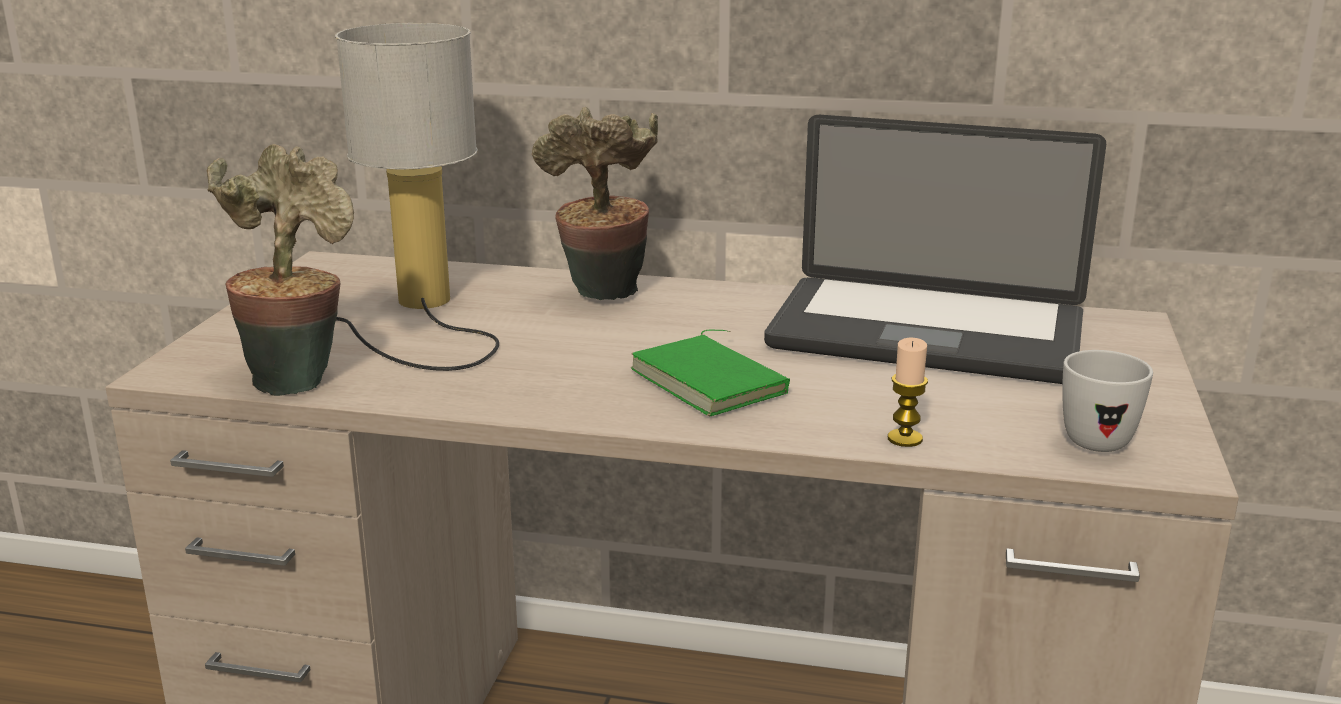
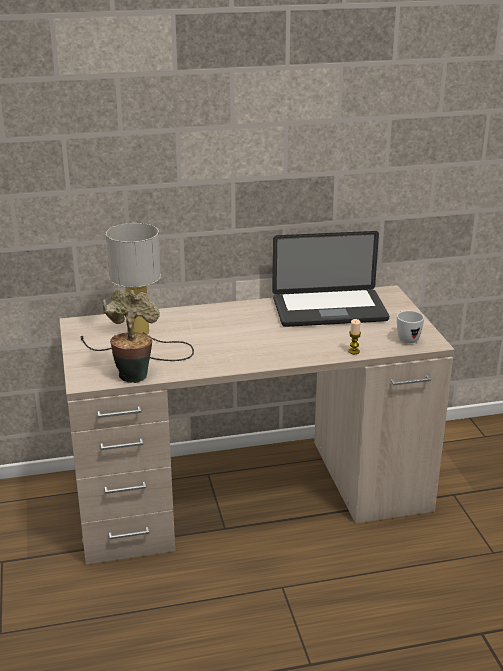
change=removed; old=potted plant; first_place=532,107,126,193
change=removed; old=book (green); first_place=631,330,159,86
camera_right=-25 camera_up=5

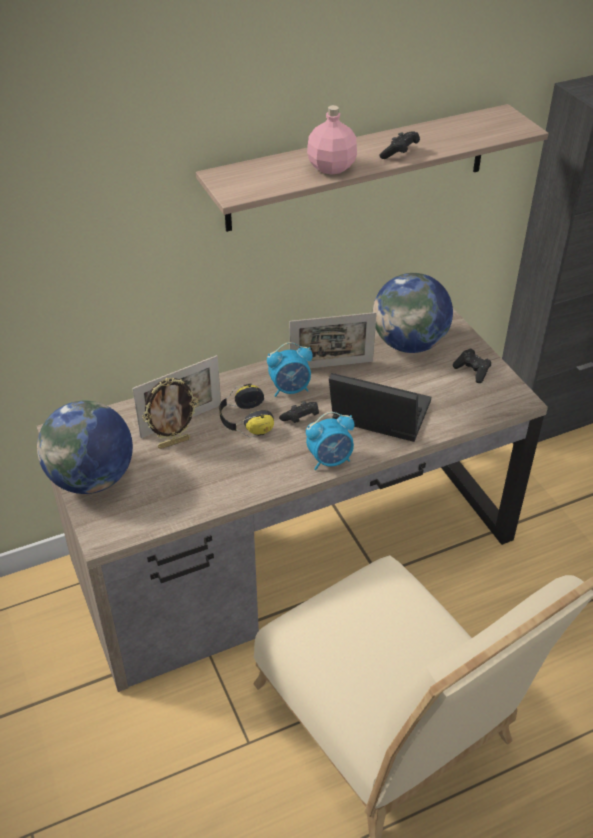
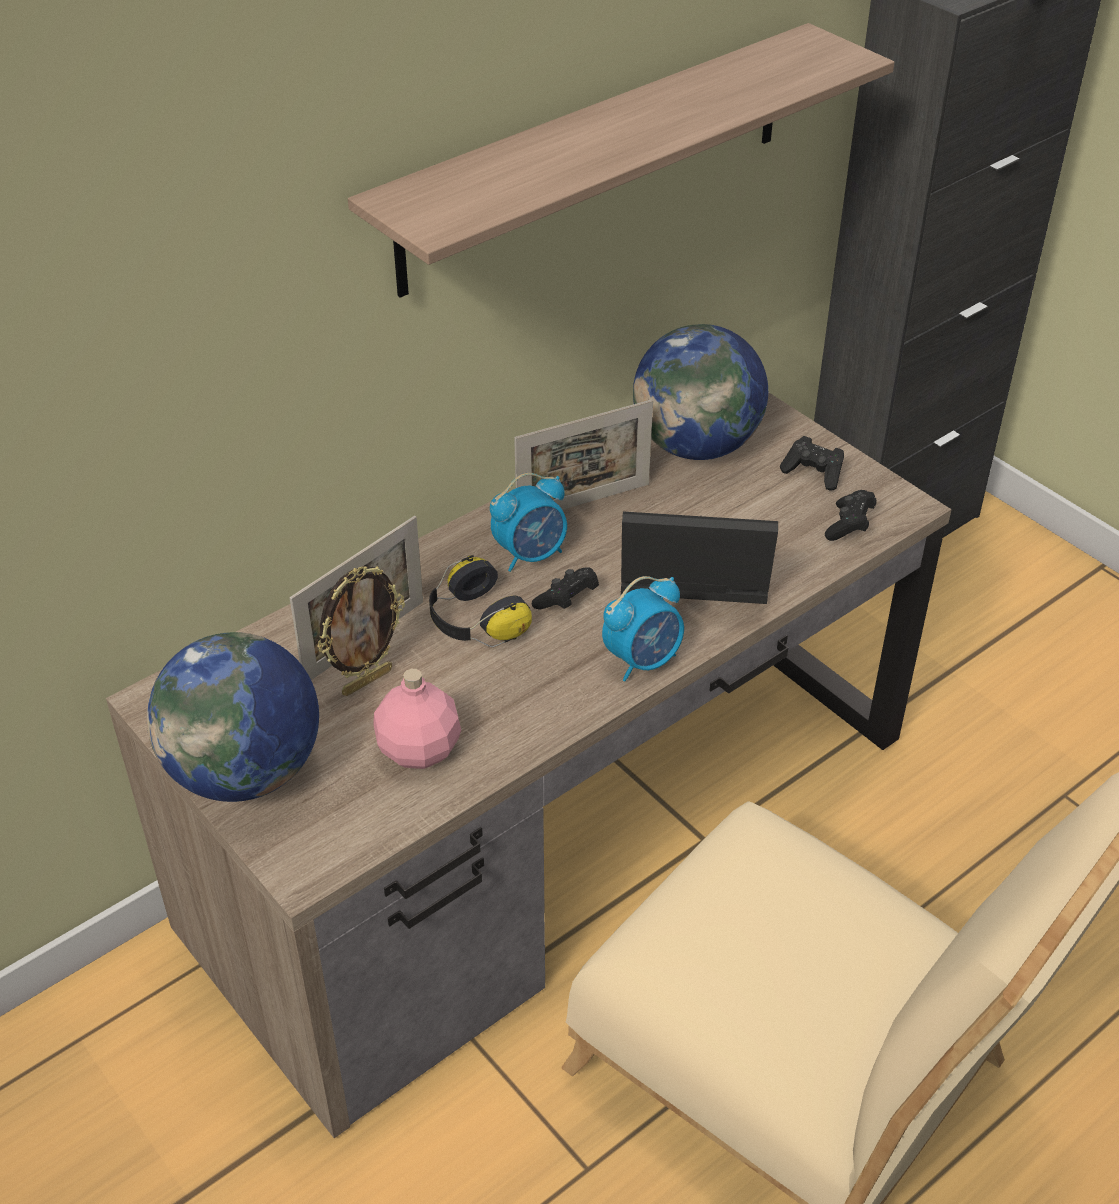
change=moved; old=bottle (pink); first_place=307,105,50,70; second_place=373,669,88,100
change=moved; old=game controller (black); first_place=379,131,41,28; second_place=825,490,52,51
camera_right=-15 camera_up=0

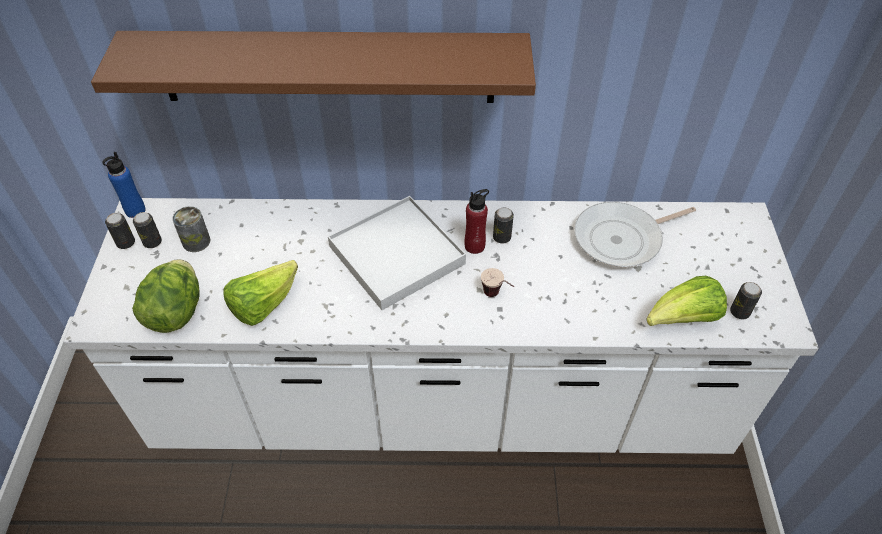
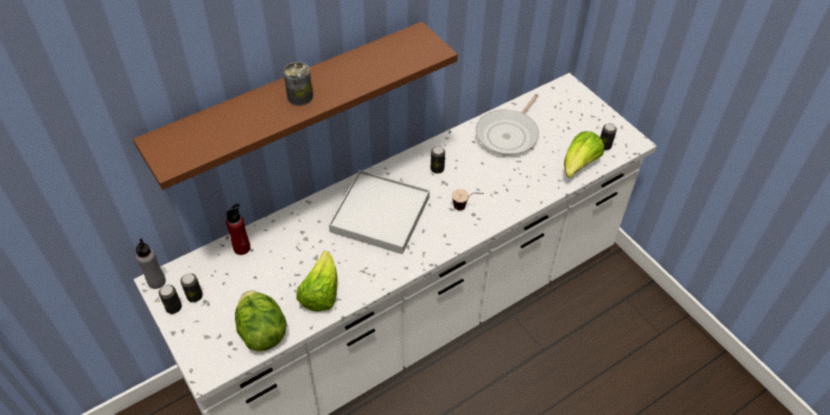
change=moved; old=can; first_place=172,206,38,46; second_place=283,62,30,44
change=moved; old=bottle (red); first_place=465,189,24,65; second_place=226,204,24,51
change=recoloured; old=bottle (blue); new=bottle (grey); first_place=102,152,44,66; second_place=136,238,30,51
camera_right=-35 camera_up=0

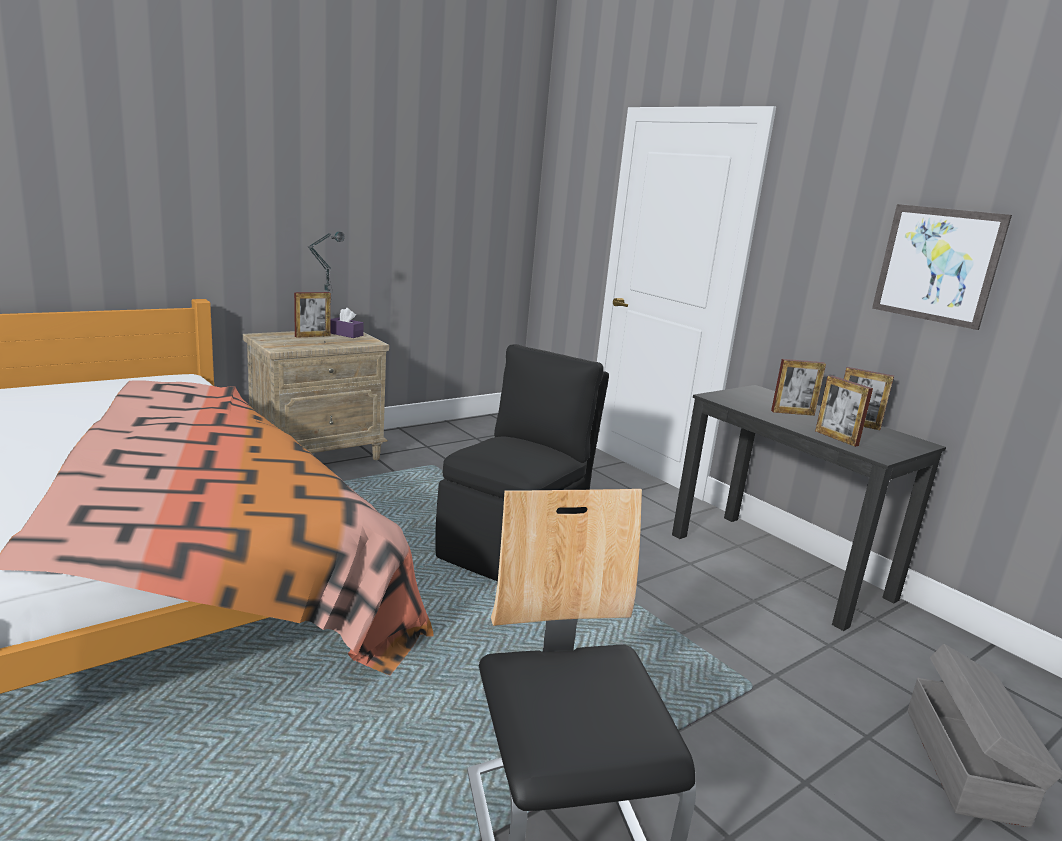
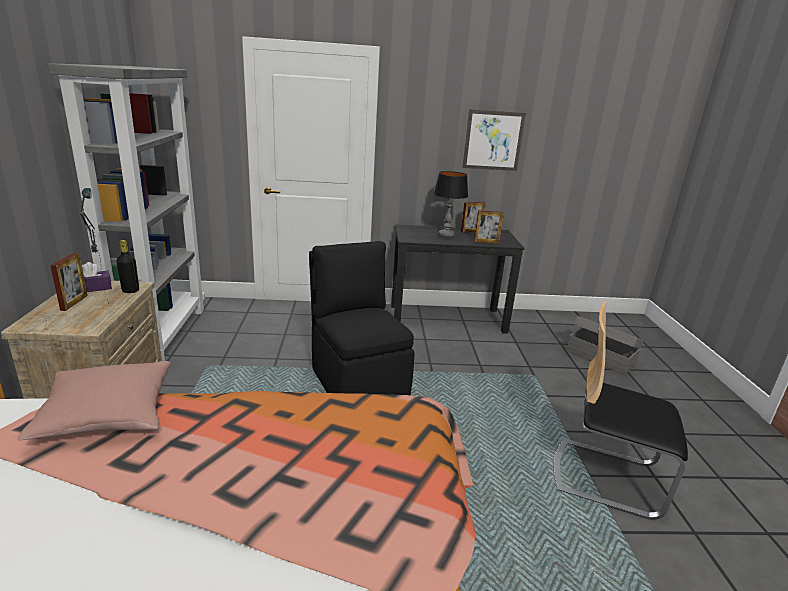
change=added; new=pillow (pink); second_place=17,361,154,79
change=added; new=bookcase (grey); second_place=48,63,157,298
change=added; new=bottle (black); second_place=116,240,23,53
change=replaced; old=picture frame; new=table lamp; first_place=771,359,55,57; second_place=434,171,34,66
camera_right=-55 camera_up=5

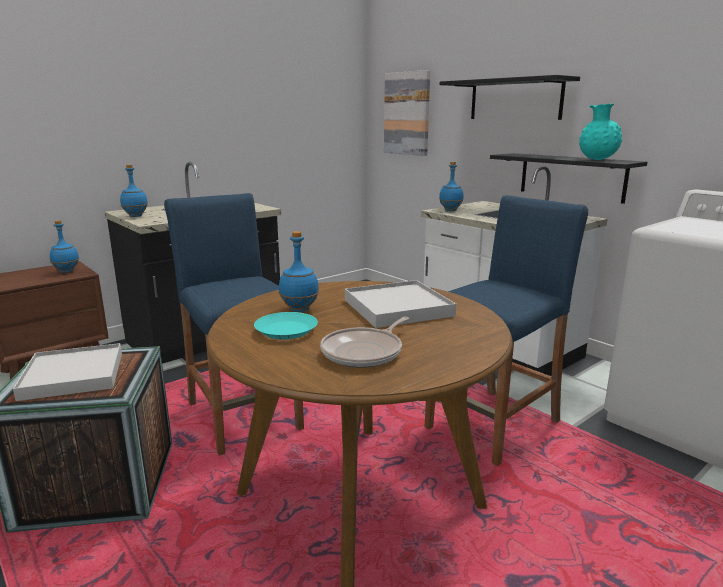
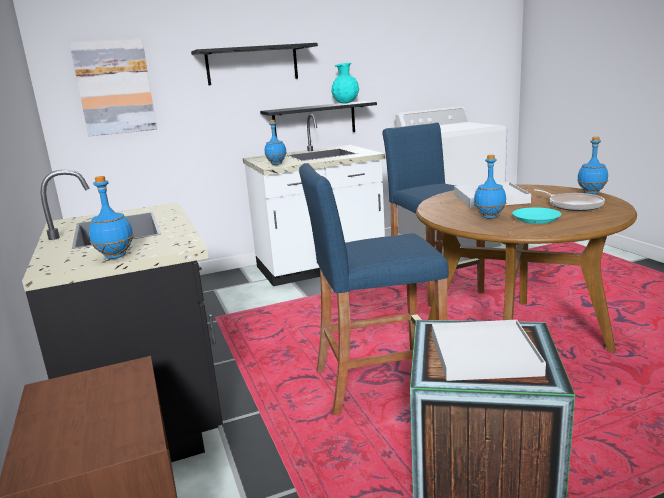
change=moved; old=bottle (blue); first_place=50,220,29,53; second_place=577,137,31,57
camera_right=-70 camera_up=0

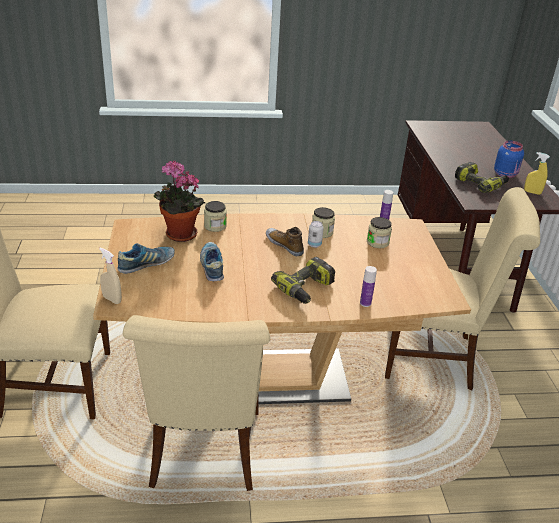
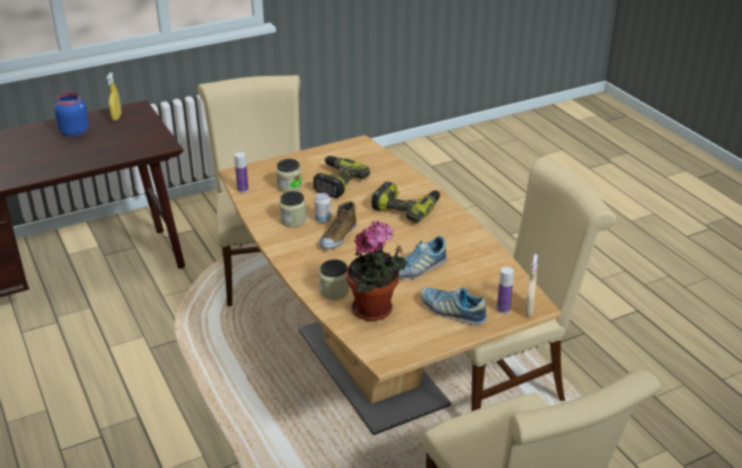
change=moved; old=bottle; first_place=360,266,17,41; second_place=497,267,17,47
change=moved; old=power drill; first_place=455,162,54,31; second_place=313,156,57,42
camera_right=-110 camera_up=0

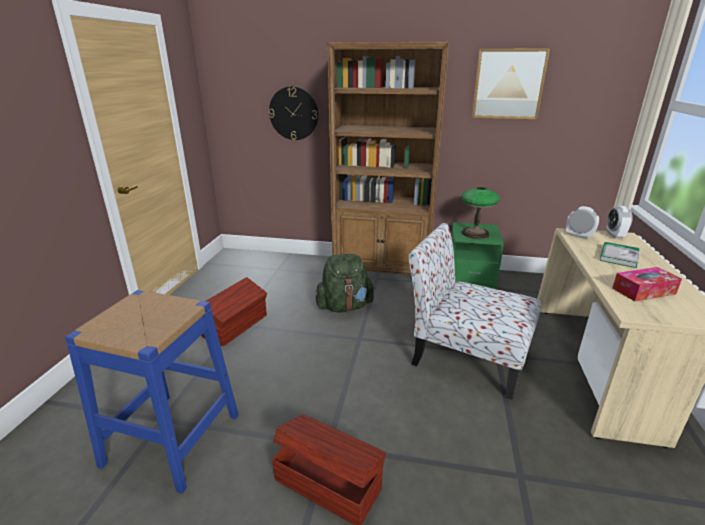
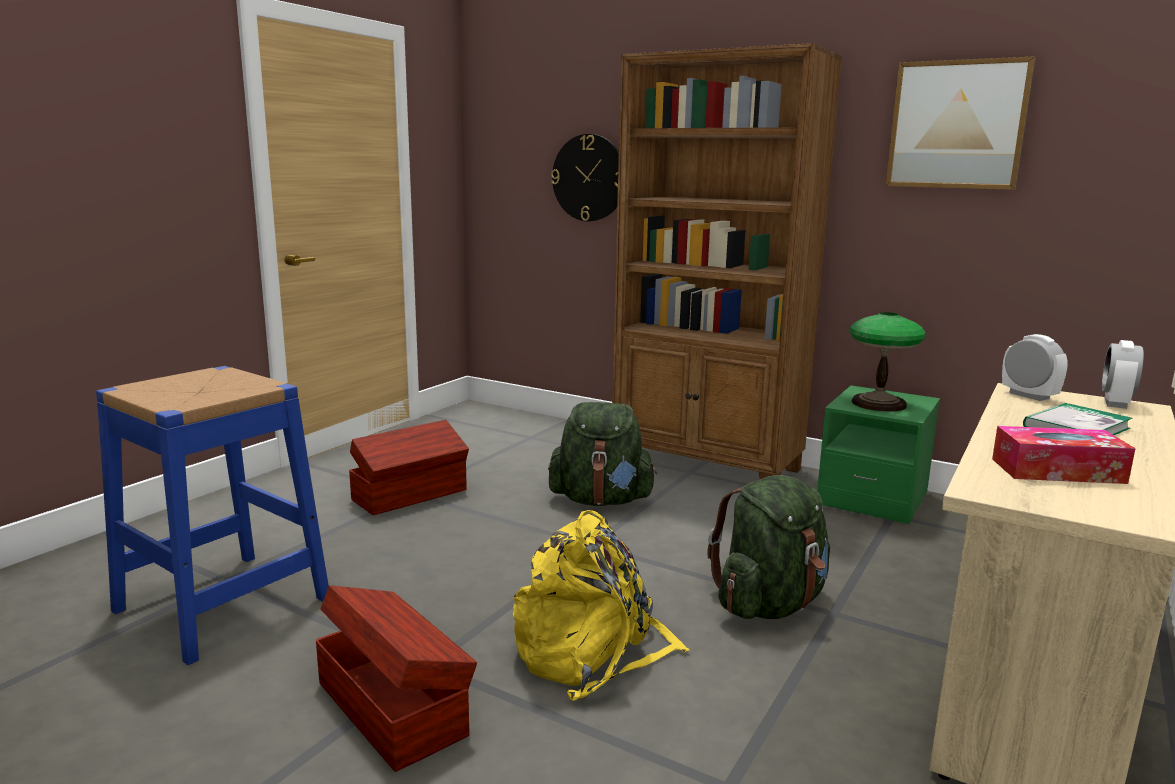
change=added; new=backpack (yellow); second_place=513,510,177,191
change=replaced; old=chair; new=backpack (green); first_place=409,223,132,177; second_place=707,475,123,144
camera_right=20 camera_up=-10

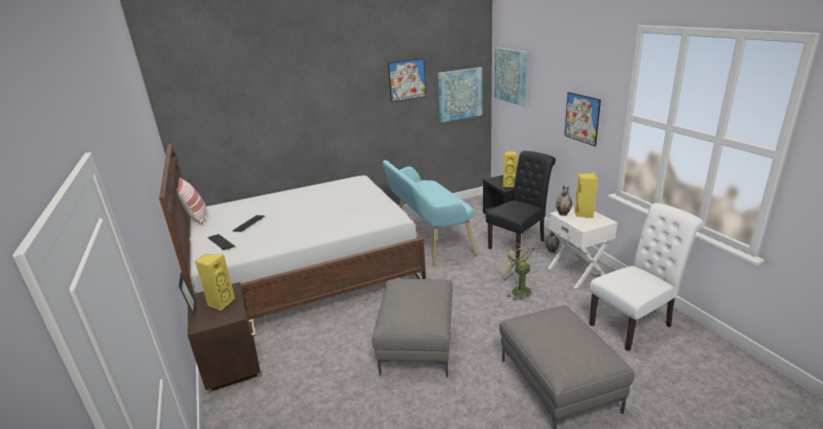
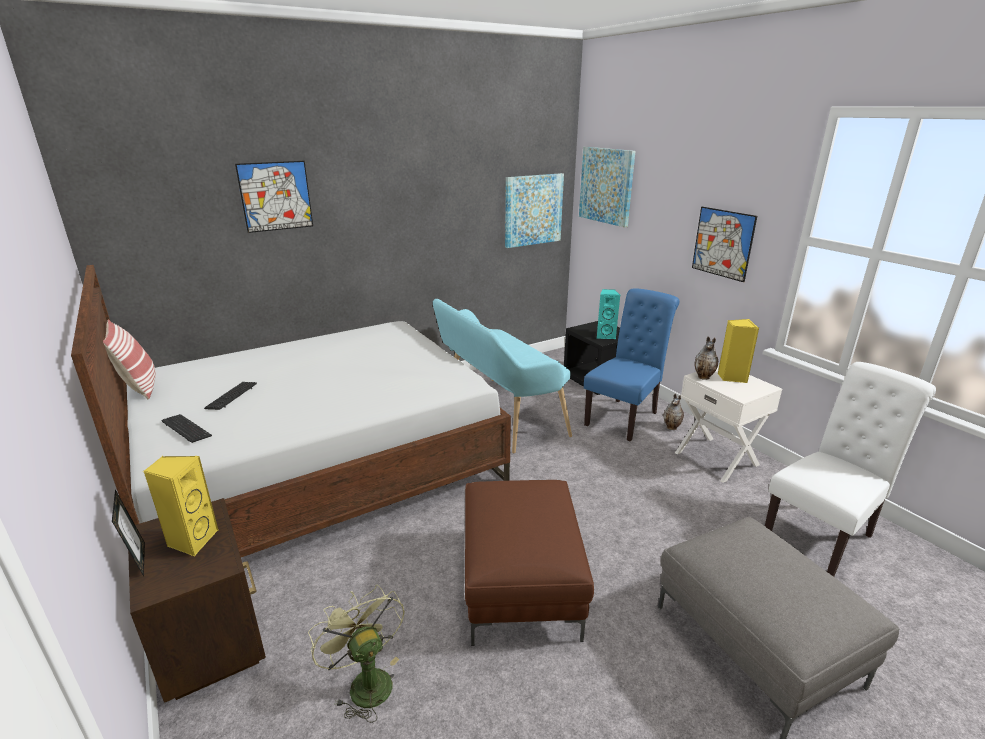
change=moved; old=picture; first_place=388,58,38,44; second_place=235,161,78,72
change=moved; old=fan (green); first_place=497,243,40,59; second_place=308,584,97,139
change=recoloured; old=ottoman (grey); new=ottoman (brown); first_place=372,279,81,98; second_place=465,480,129,166
change=recoloured; old=chair (black); new=chair (blue); first_place=486,151,70,109; second_place=584,288,95,154
change=recoloured; old=speaker (yellow); new=speaker (turquoise); first_place=503,151,15,36; second_place=597,289,23,50
camera_right=-10 camera_up=0

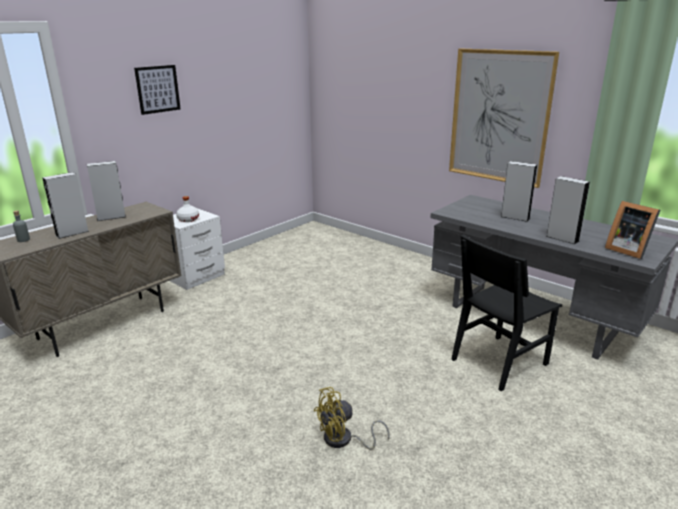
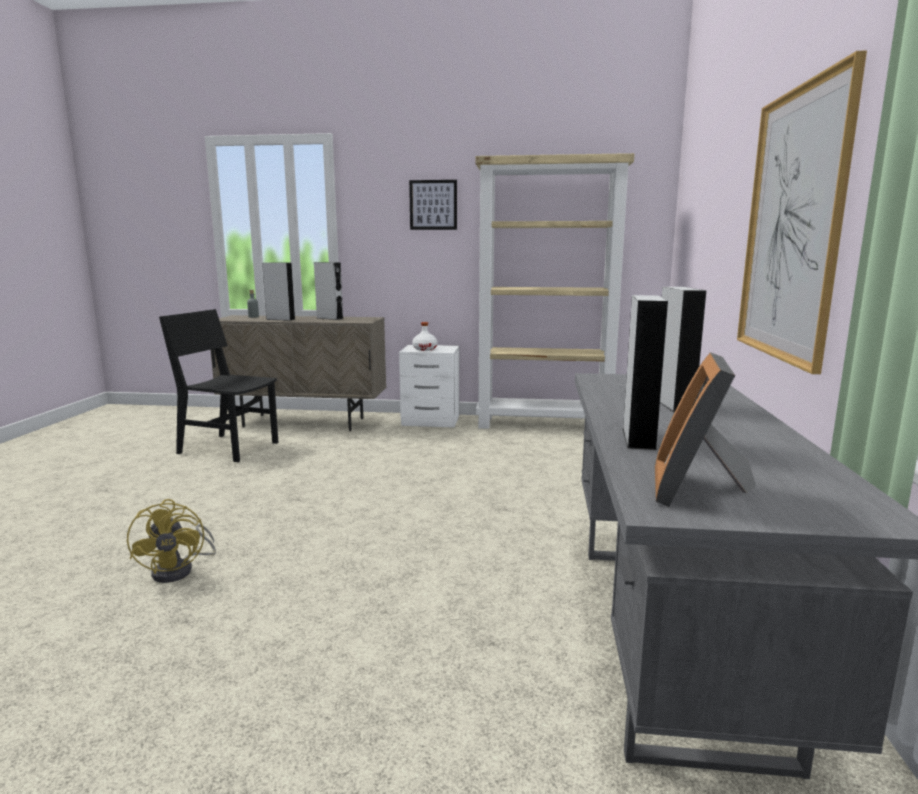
change=added; new=bookcase (beige); second_place=475,153,160,276
change=moved; old=chair (black); first_place=451,234,111,157; second_place=159,309,119,153
change=turned; old=fan (yellow); first_place=314,387,75,62; second_place=127,499,89,84; degrees=-135
camera_right=55 camera_up=-10

